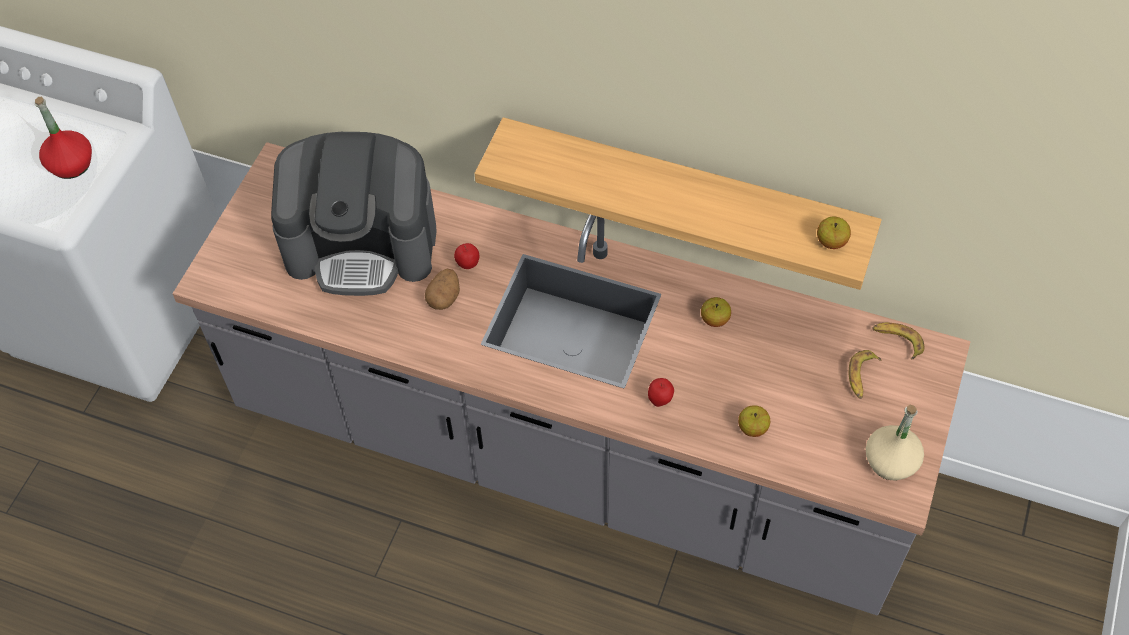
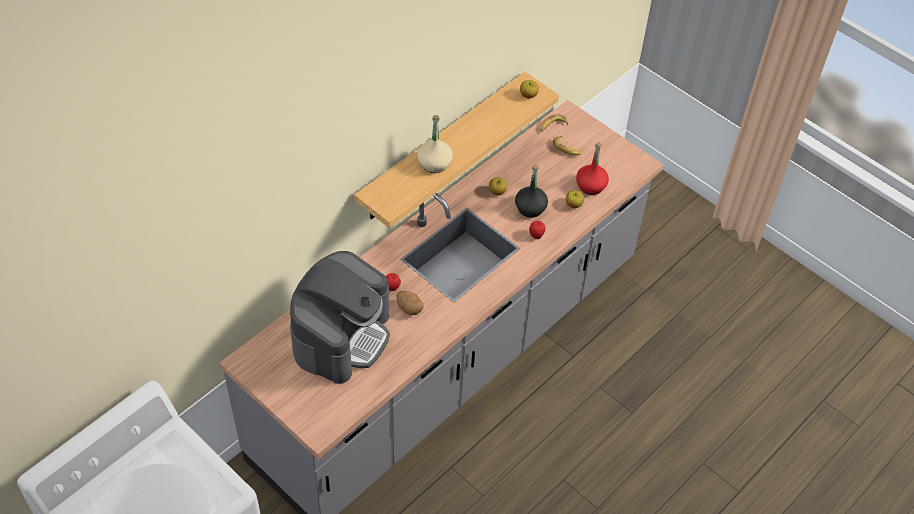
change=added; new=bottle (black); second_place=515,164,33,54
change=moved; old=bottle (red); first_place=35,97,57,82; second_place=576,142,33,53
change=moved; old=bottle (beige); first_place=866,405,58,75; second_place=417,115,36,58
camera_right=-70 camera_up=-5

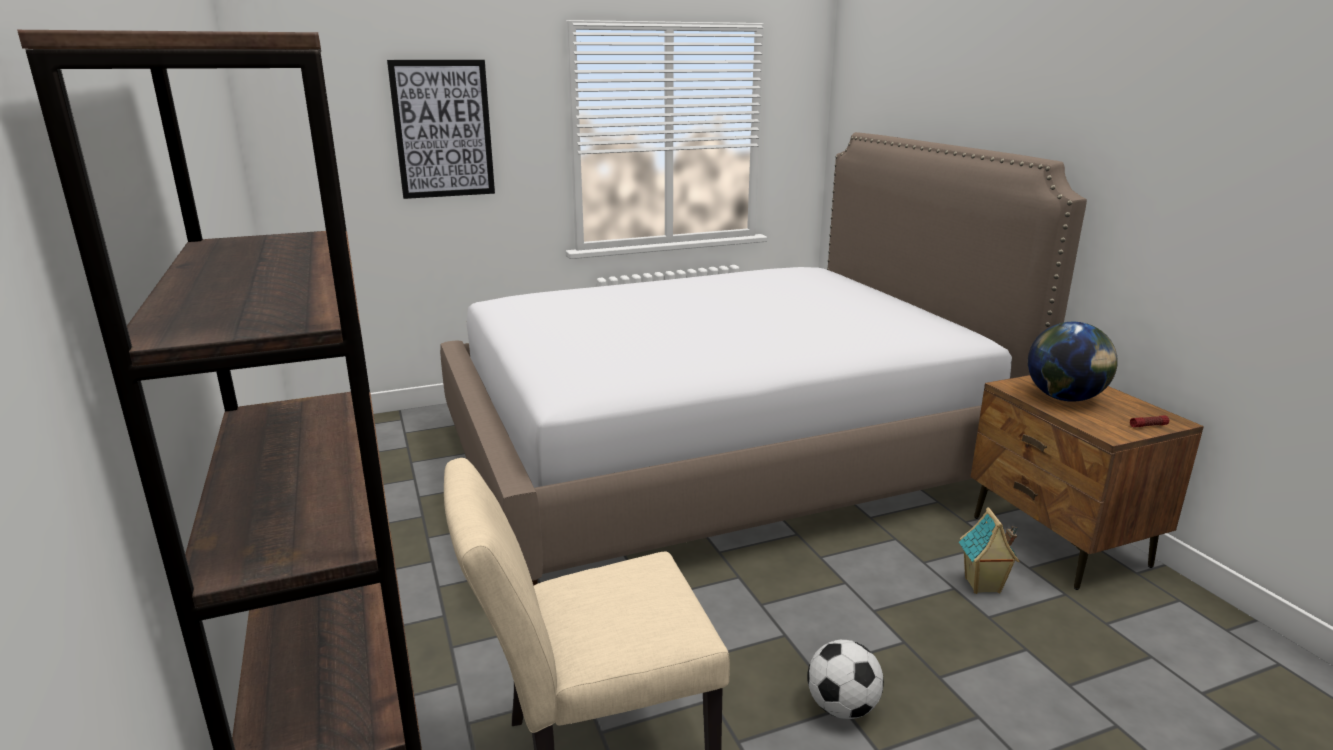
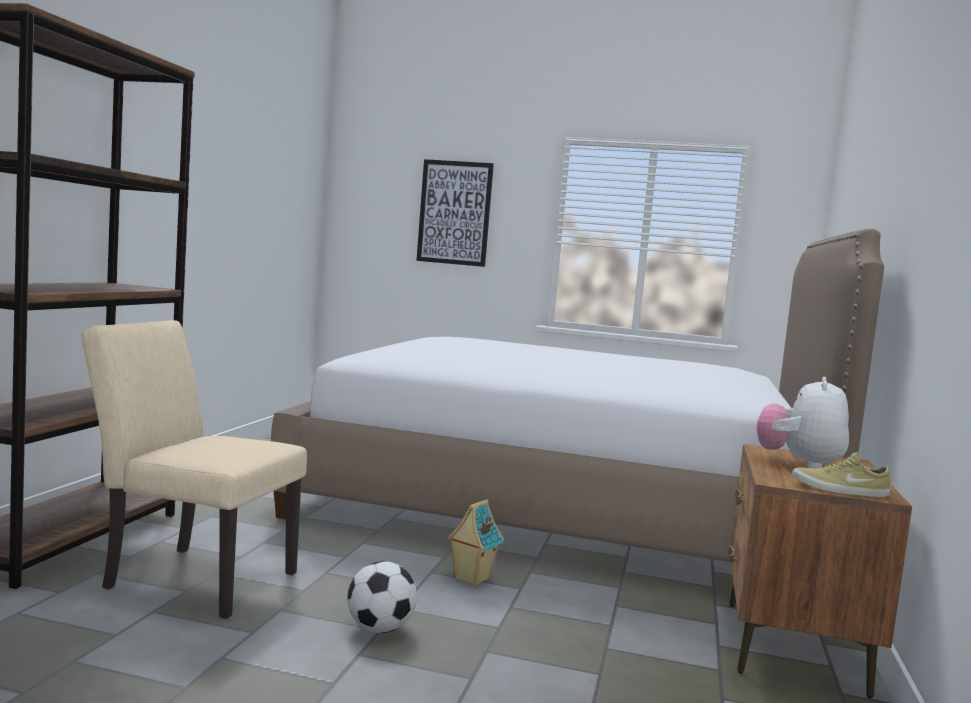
change=moved; old=toy house; first_place=959,507,61,87; second_place=447,499,57,87
change=replaced; old=globe; new=plush toy; first_place=1028,322,90,80; second_place=757,377,92,91
change=replaced; old=flashlight; new=shoe (beige); first_place=1130,415,39,12; second_place=792,452,98,45
camera_right=35 camera_up=-15

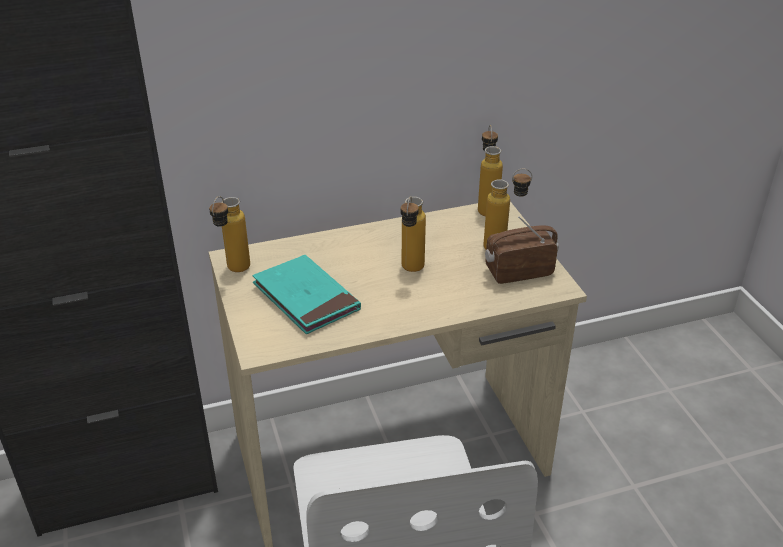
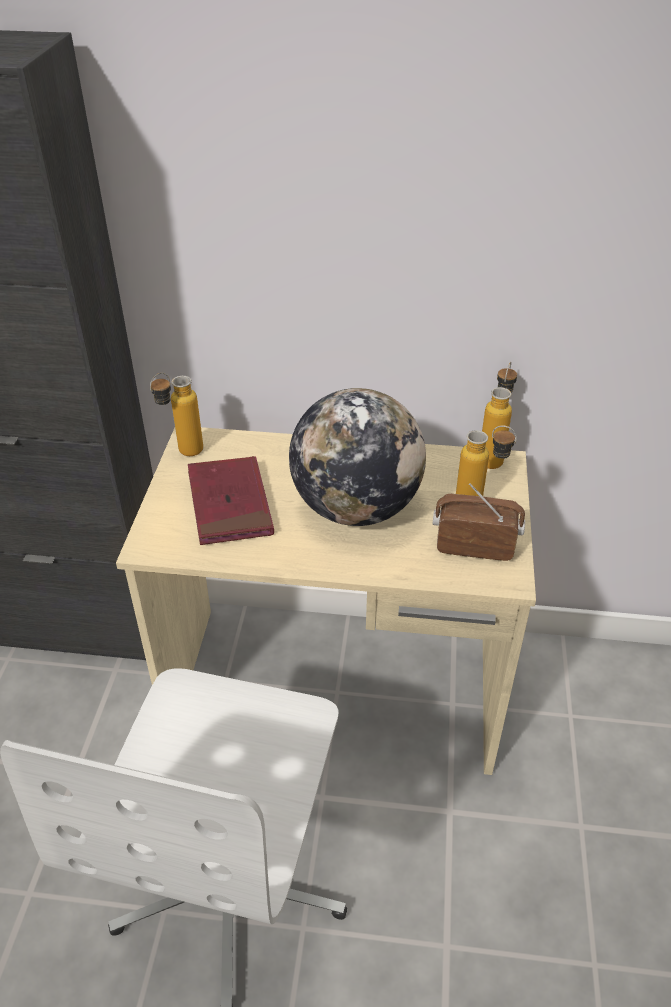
change=replaced; old=bottle; new=globe; first_place=401,196,25,76; second_place=289,388,137,138
change=recoloured; old=book (turquoise); new=book (red); first_place=253,255,108,79; second_place=188,456,86,89
camera_right=25 camera_up=5

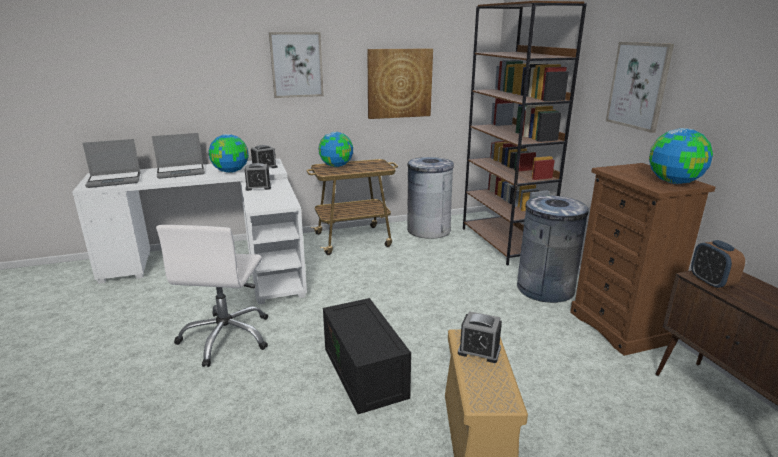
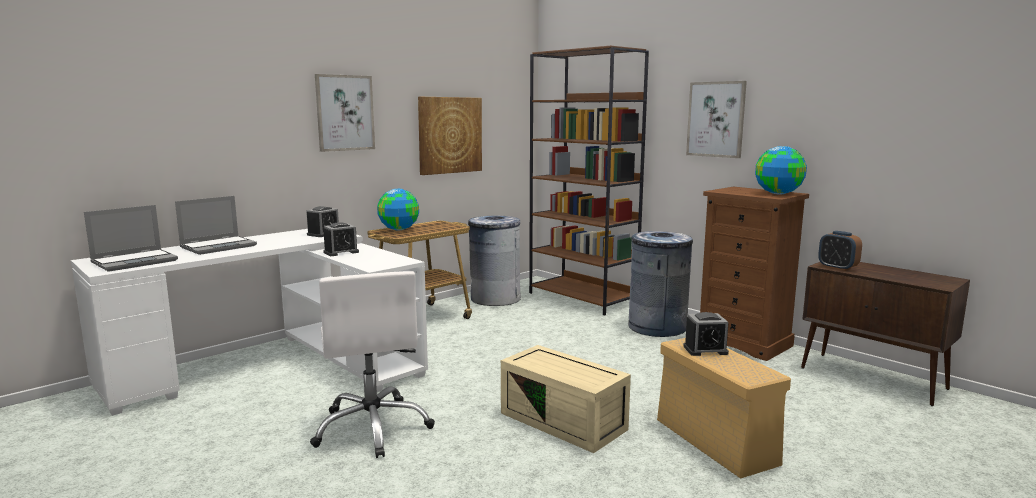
change=removed; old=globe; first_place=208,134,41,39
change=recoloured; old=storage box (black); new=storage box (beige); first_place=323,298,88,116; second_place=501,345,130,108
camera_right=-25 camera_up=-10

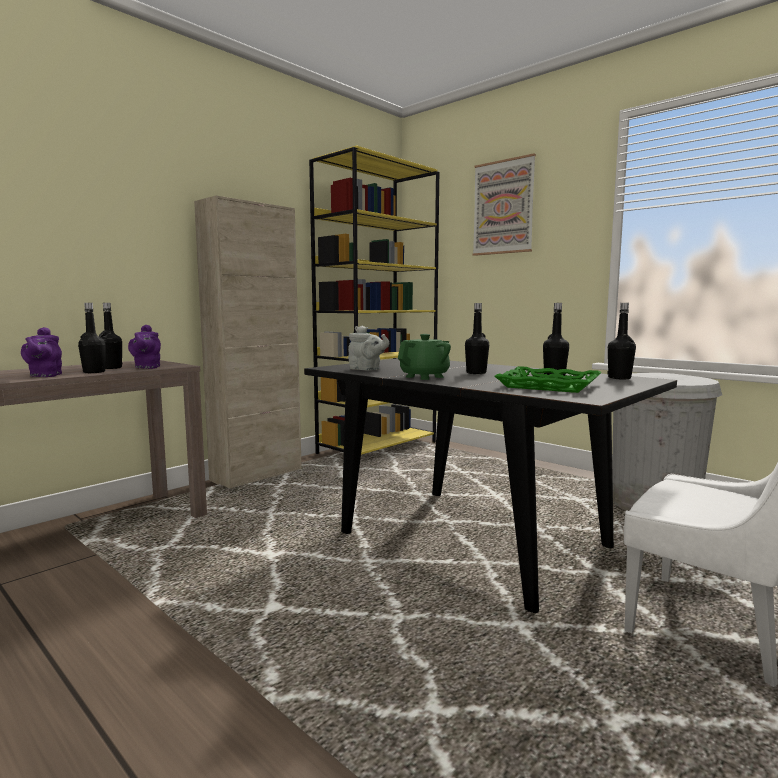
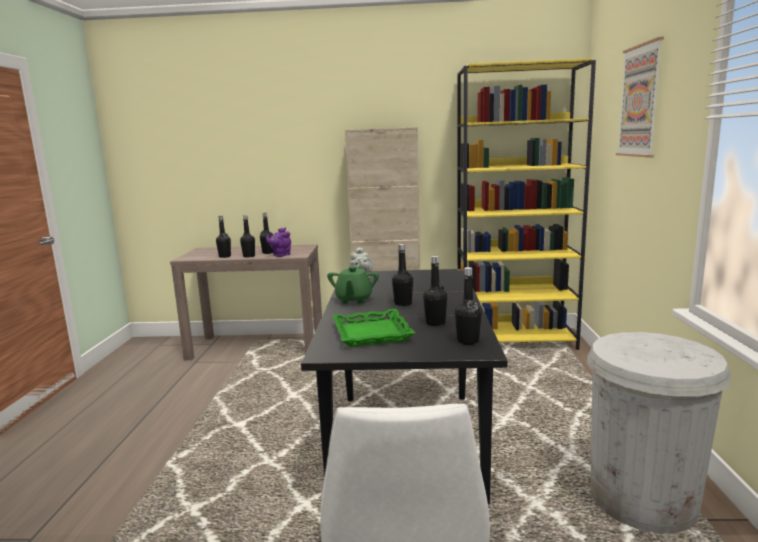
change=replaced; old=teapot (purple); new=bottle (black); first_place=21,327,41,50; second_place=216,216,15,42
change=turned; old=teapot (green); first_place=398,334,53,46; second_place=327,266,52,38; degrees=90
camera_right=50 camera_up=5

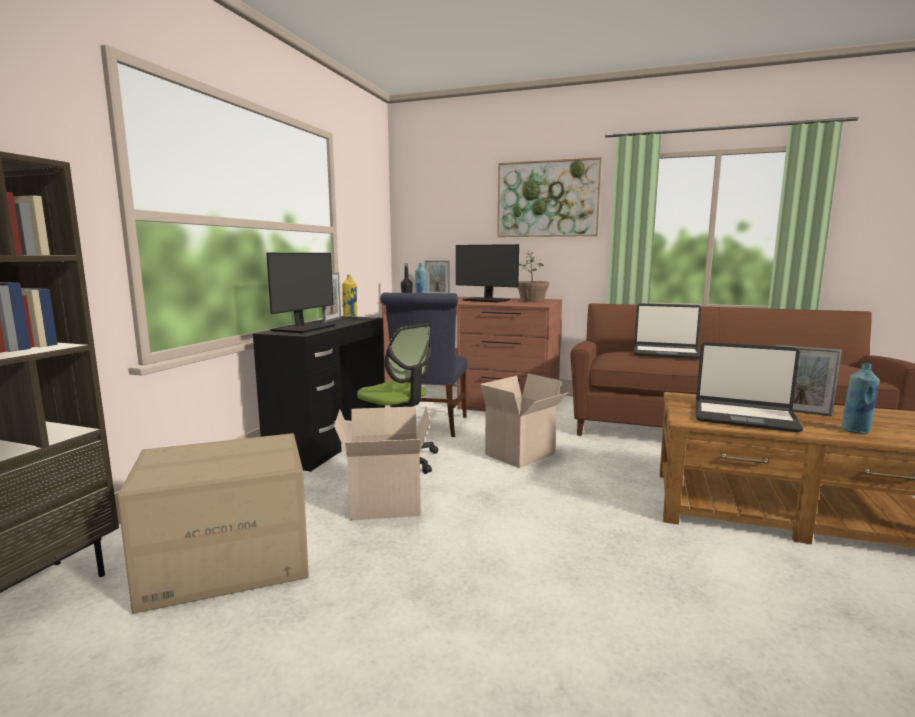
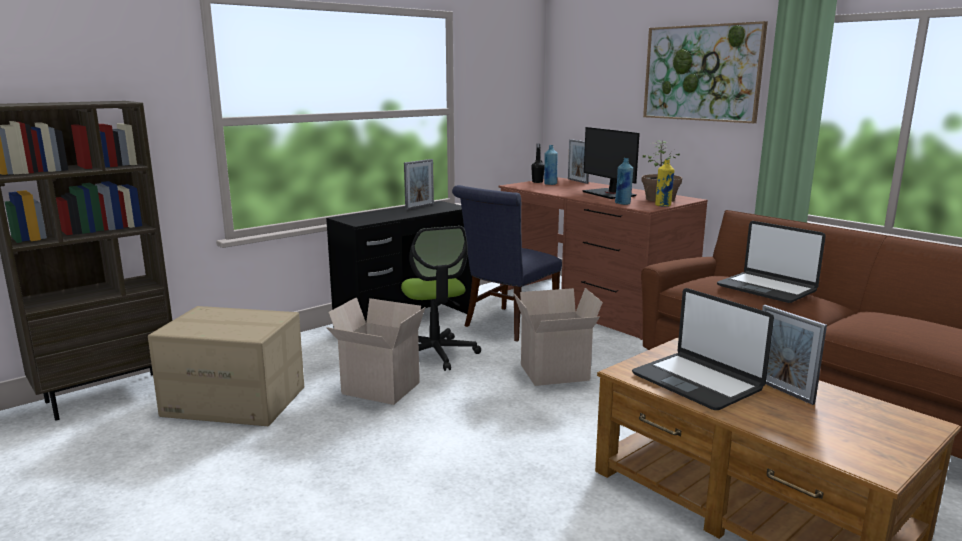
change=removed; old=monitor; first_place=266,253,70,80
change=moved; old=bottle (yellow); first_place=342,275,15,42; second_place=655,159,19,48
change=moved; old=bottle (blue); first_place=842,363,37,71; second_place=615,158,18,47
camera_right=30 camera_up=5

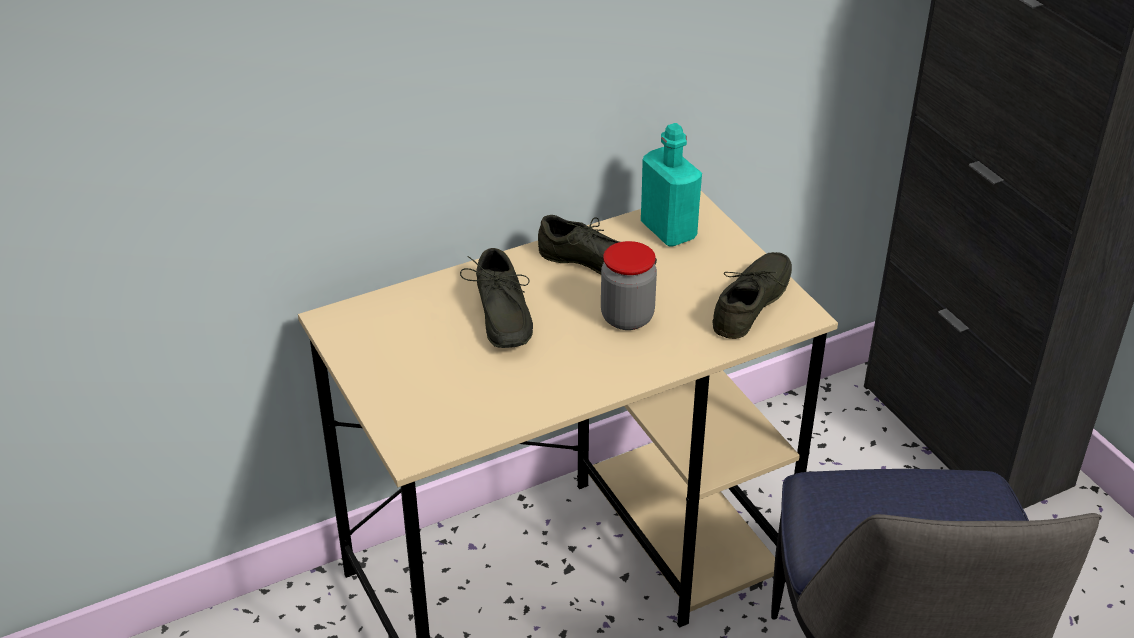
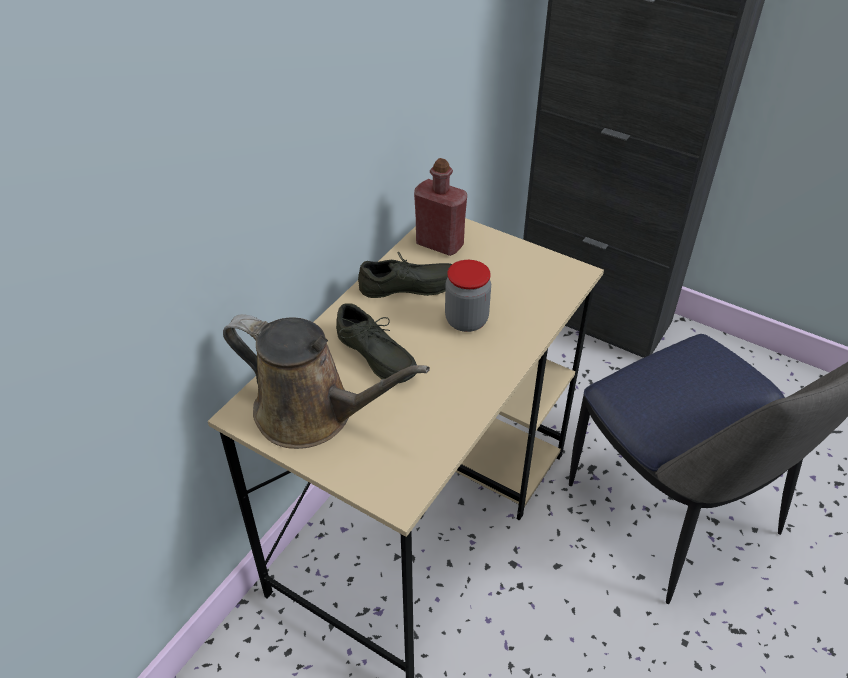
change=removed; old=shoe (grey); first_place=712,252,80,87
change=added; new=watering can (brown); second_place=223,314,207,135
change=recoloured; old=bottle (turquoise); new=bottle (red); first_place=641,123,61,124; second_place=414,158,53,98
camera_right=-30 camera_up=5

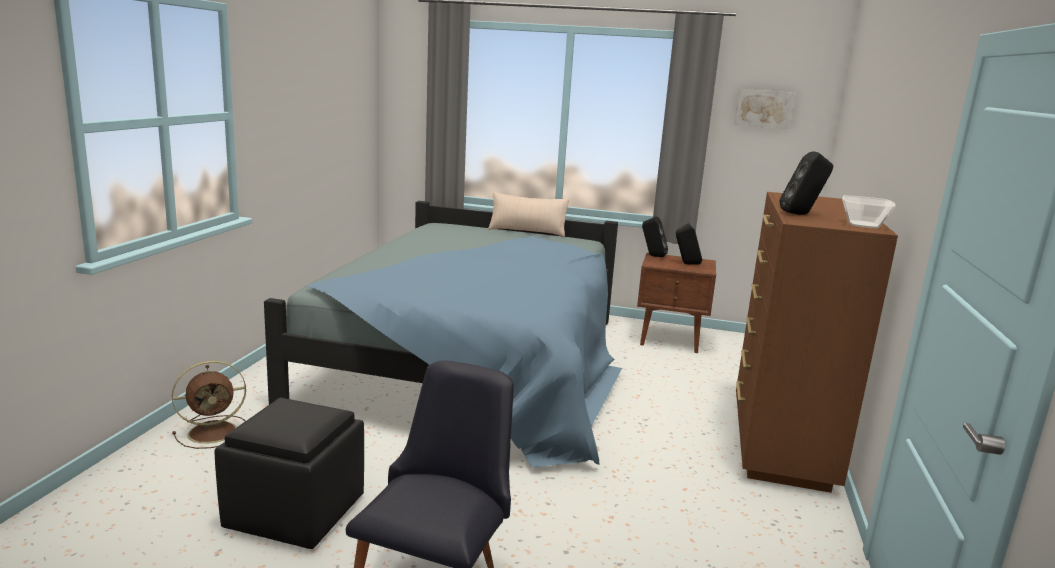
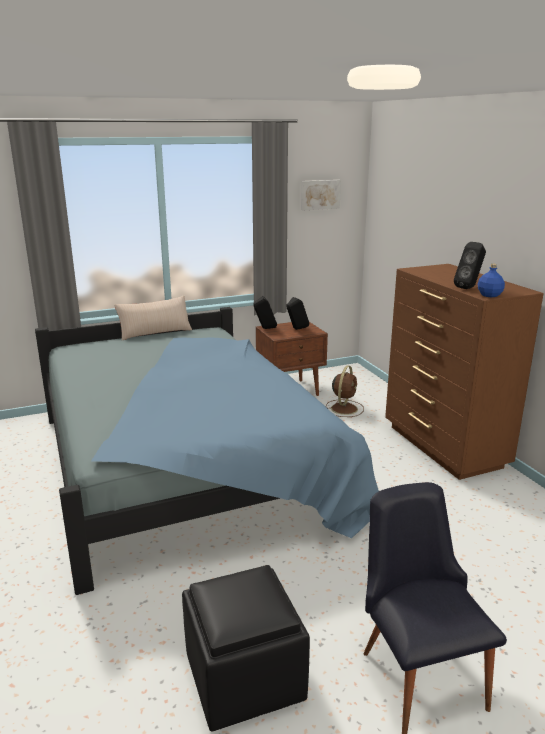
change=removed; old=bowl; first_place=842,195,54,33
change=added; new=bottle (blue); second_place=478,264,27,33
change=moved; old=fan (brown); first_place=172,361,74,88; second_place=326,366,38,51
camera_right=-35 camera_up=5

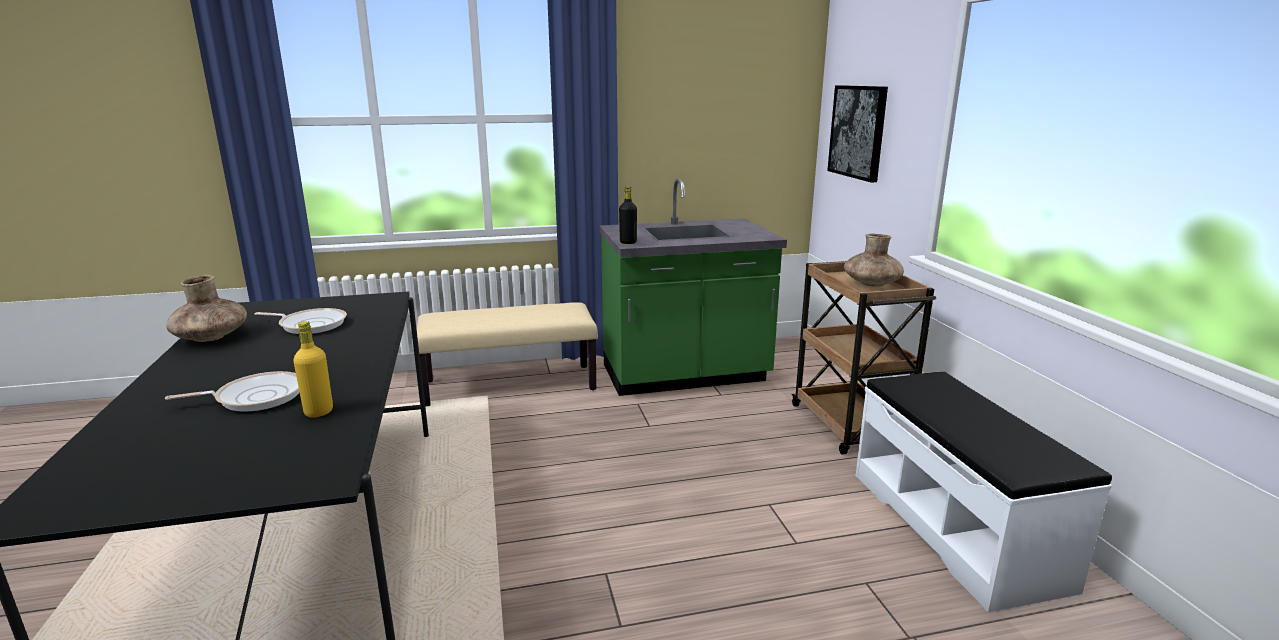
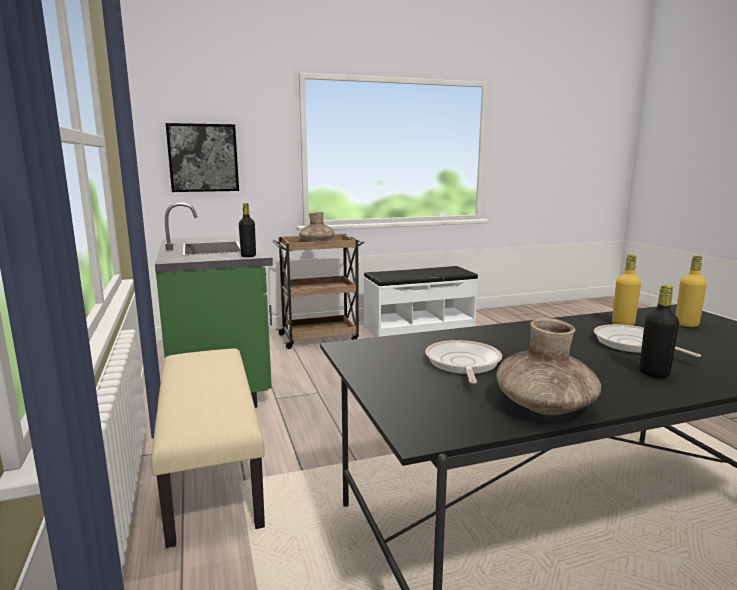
change=added; new=bottle (black); second_place=639,285,40,93
change=added; new=bottle (yellow); second_place=676,255,31,72
camera_right=-95 camera_up=-5

